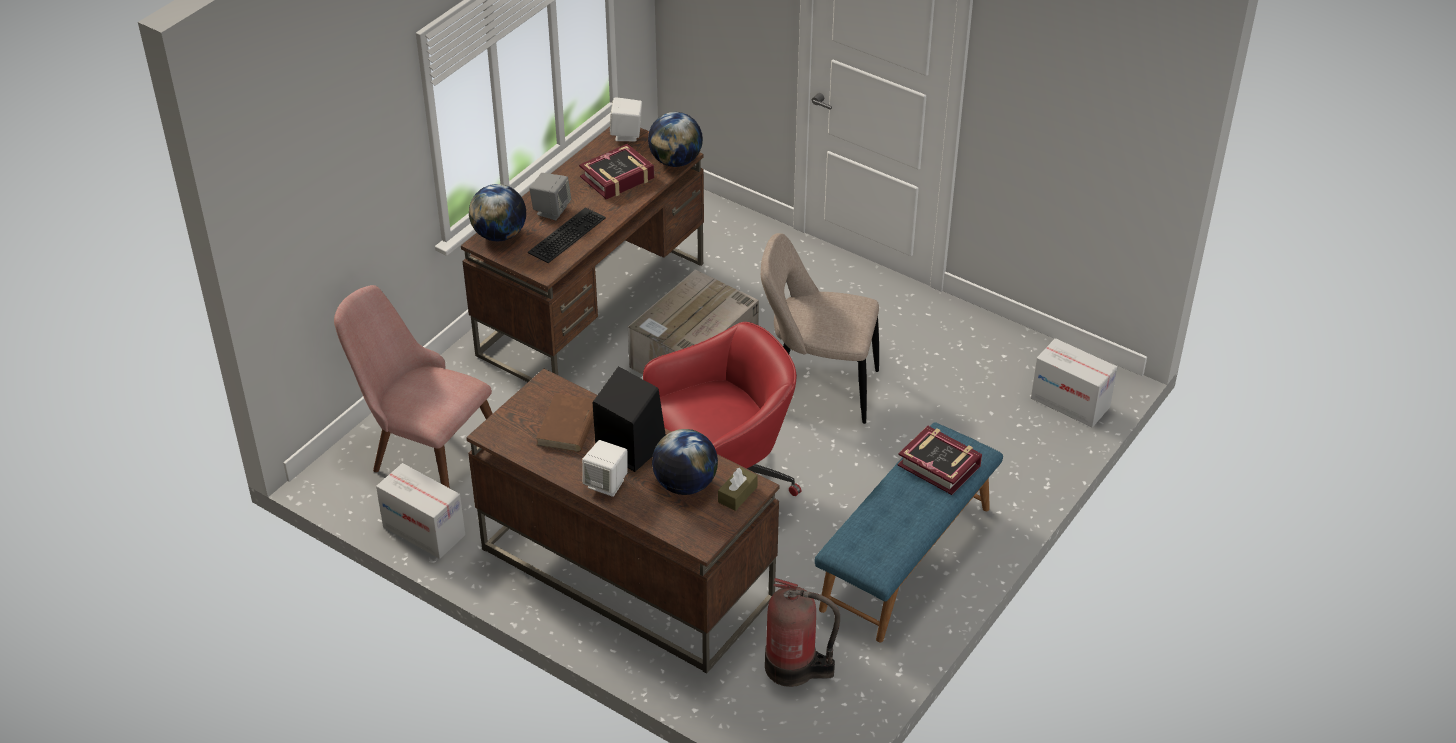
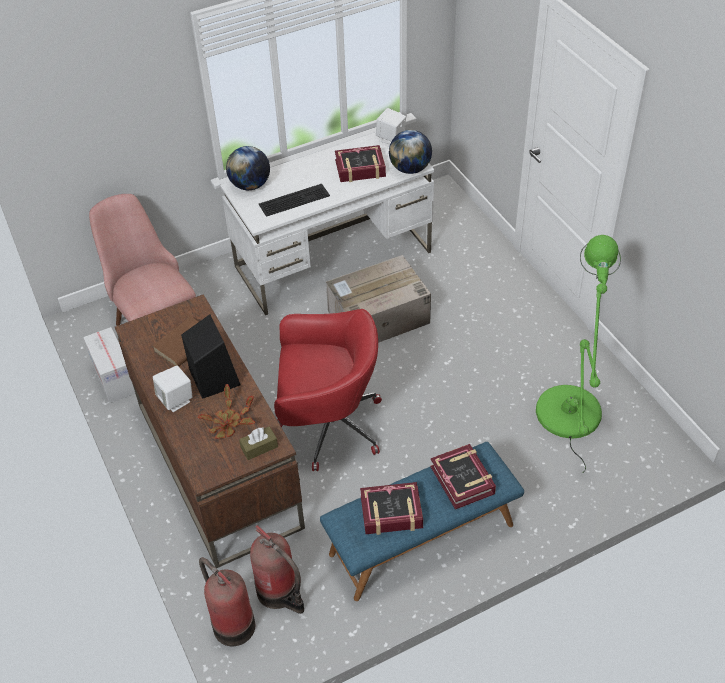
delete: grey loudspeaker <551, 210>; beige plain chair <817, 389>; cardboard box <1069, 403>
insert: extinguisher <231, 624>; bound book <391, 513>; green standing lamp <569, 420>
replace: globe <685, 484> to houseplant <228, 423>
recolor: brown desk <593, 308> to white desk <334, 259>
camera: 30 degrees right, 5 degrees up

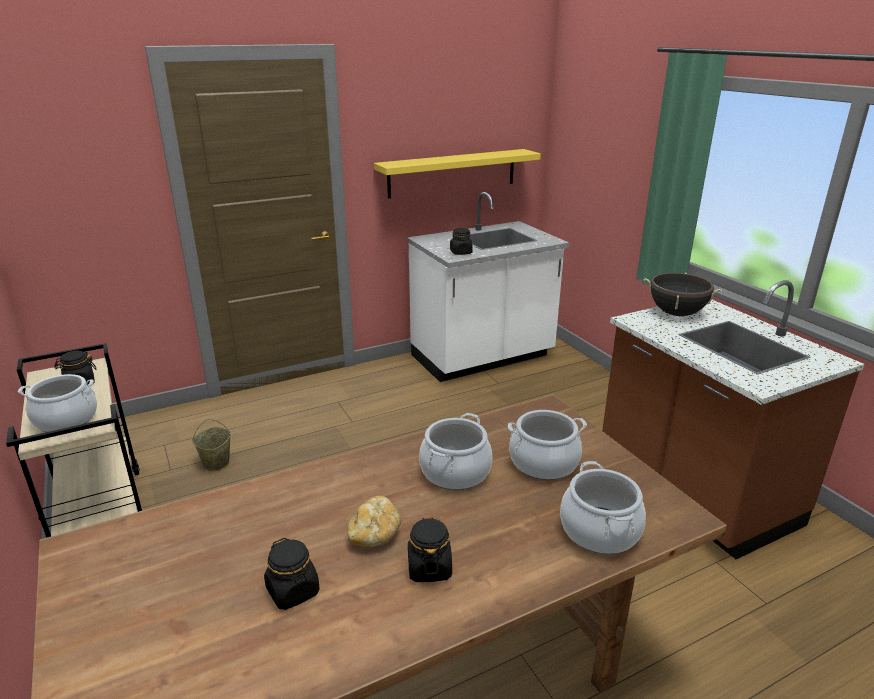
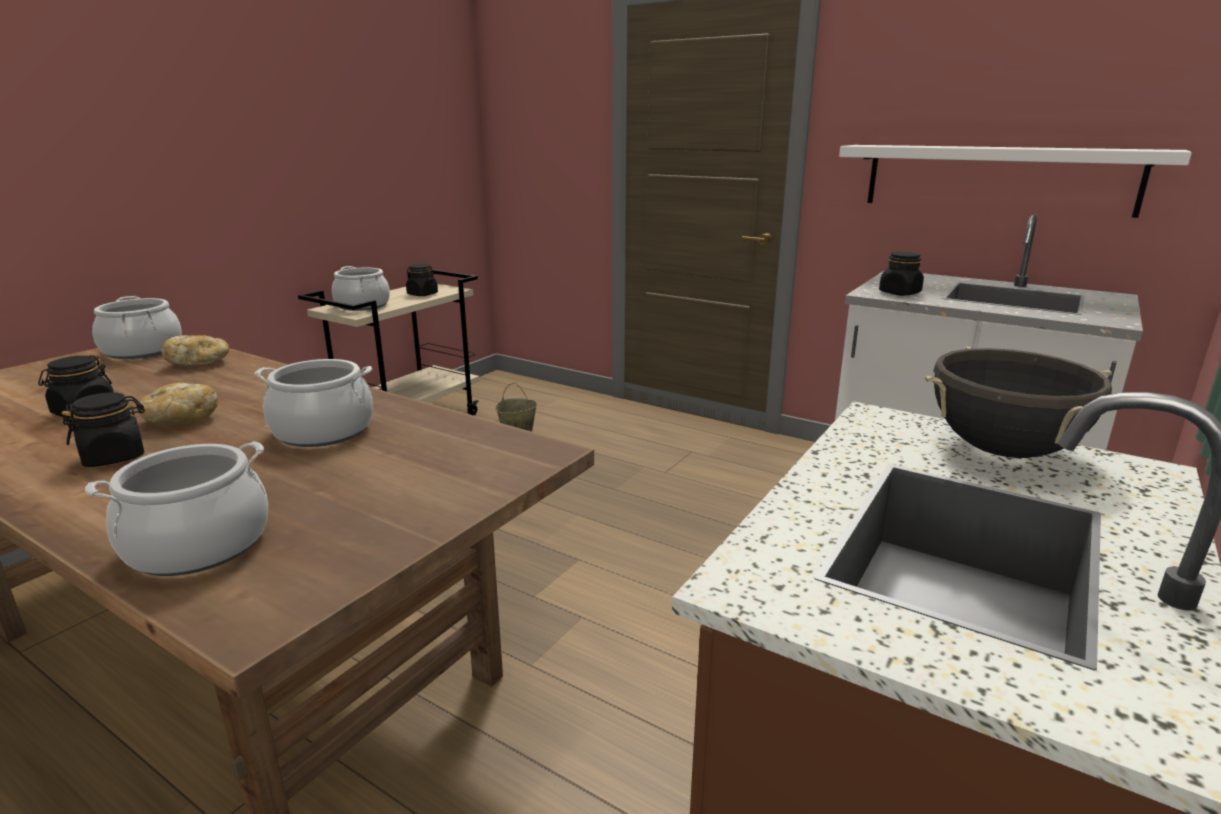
insert: baked bread <199, 363>
move: stockpot <543, 462> to <143, 350>
recolor: yellow bracket shelf <452, 173> to white bracket shelf <997, 178>
camera: 60 degrees right, 5 degrees down

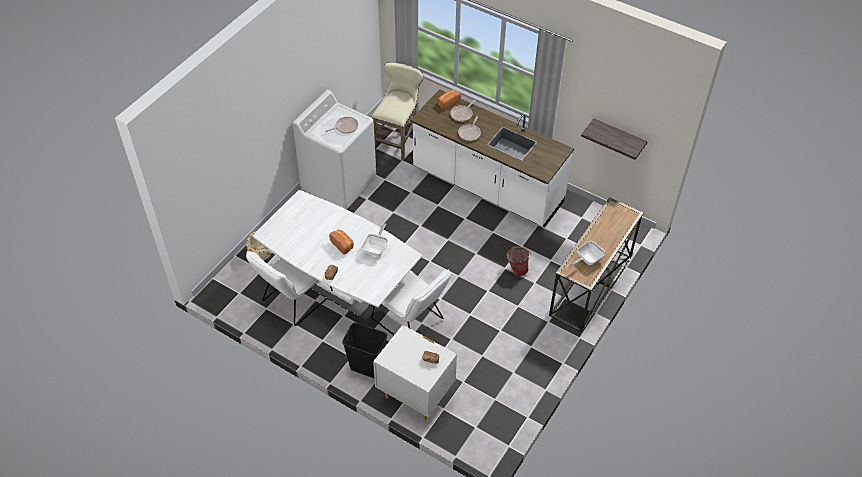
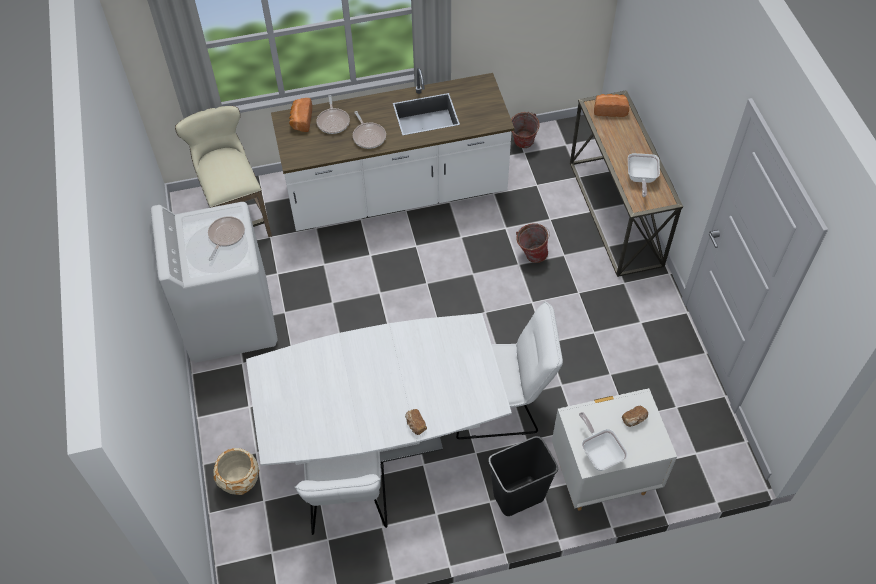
delete: bracket shelf <618, 137>
insert: pail <522, 144>
move: frying pan <376, 248> to <600, 453>; baked bread <343, 245> to <610, 110>
camera: 45 degrees left, 5 degrees up

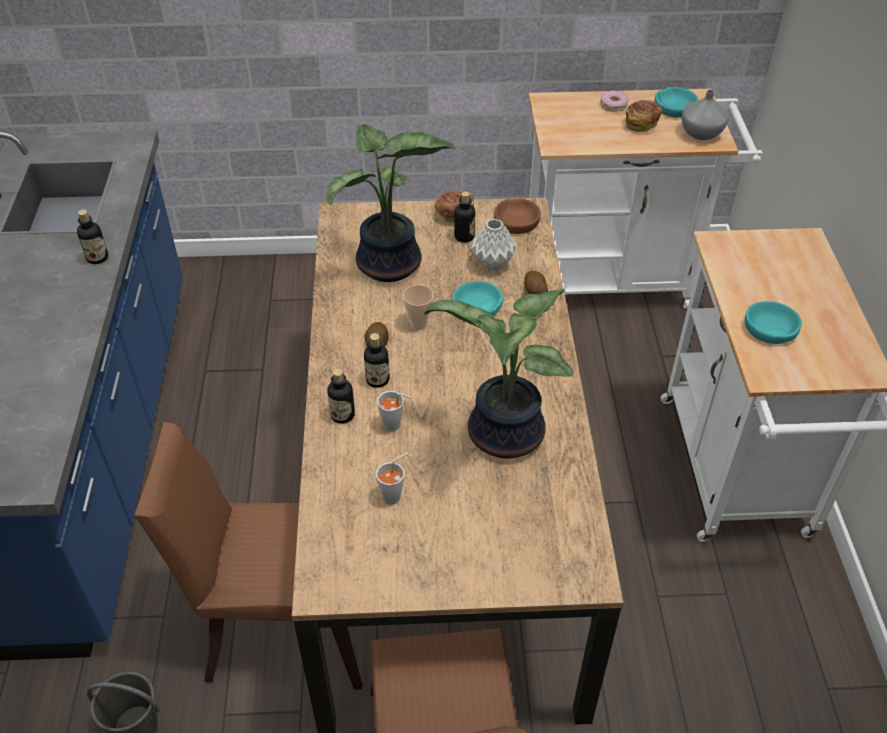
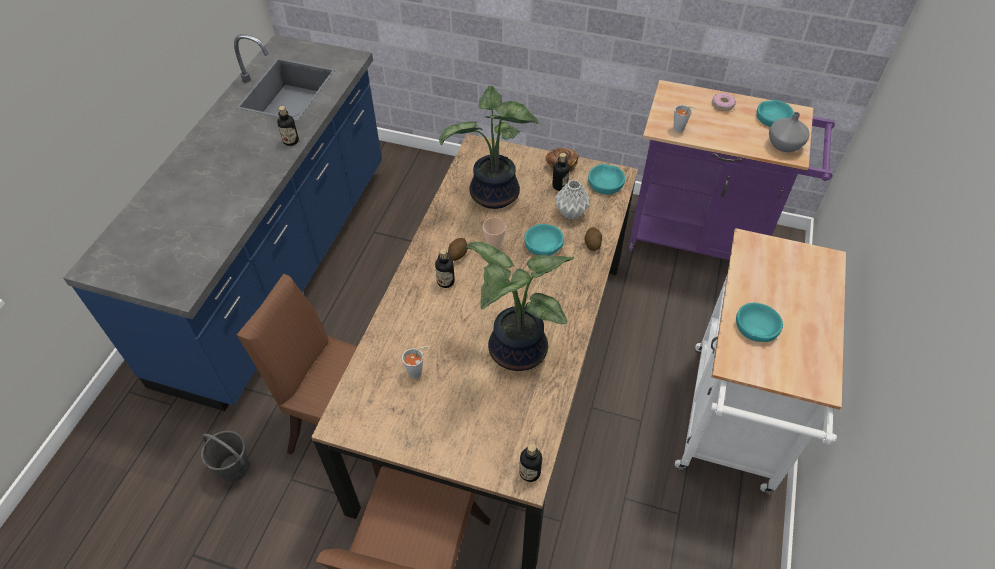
delete: baked bread <641, 124>
move: beverage bottle <342, 415> to <530, 472>; grey small cup <395, 426> to <680, 130>
recolor: brown bowl <516, 221> to blue-green bowl <605, 183>; white cart <616, 279> to purplish cart <704, 240>
camera: 20 degrees right, 5 degrees up

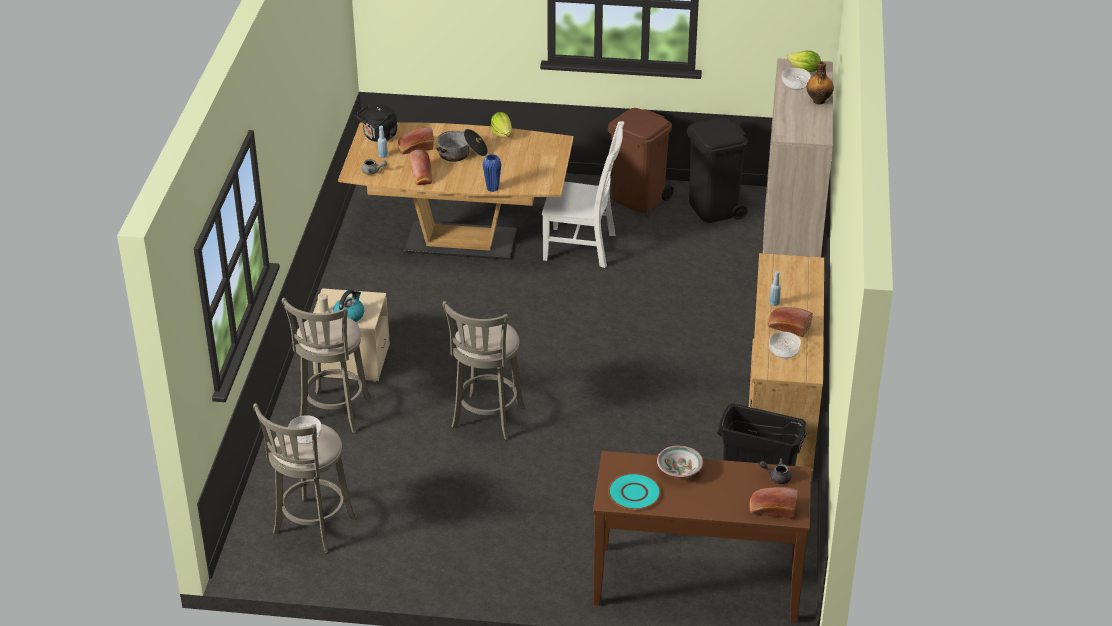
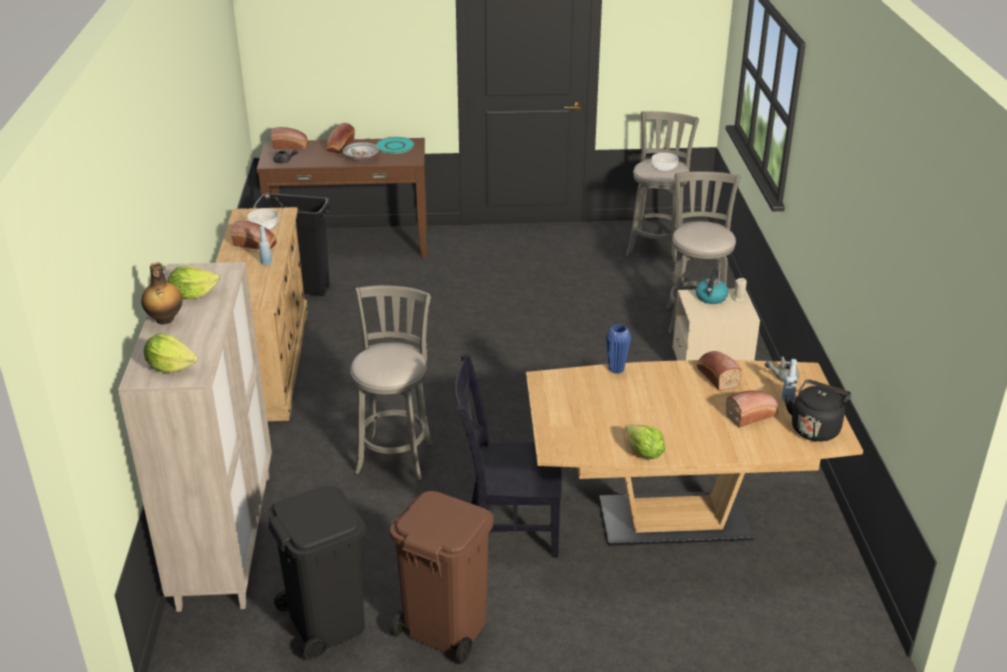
delete: stockpot <462, 154>; bowl <795, 85>
insert: lettuce <192, 295>; baked bread <340, 147>
move: grey sitting stool <487, 420> to <395, 455>
recolor: white plain chair <583, 248> to black-coloured plain chair <508, 528>
camera: 170 degrees right, 5 degrees down

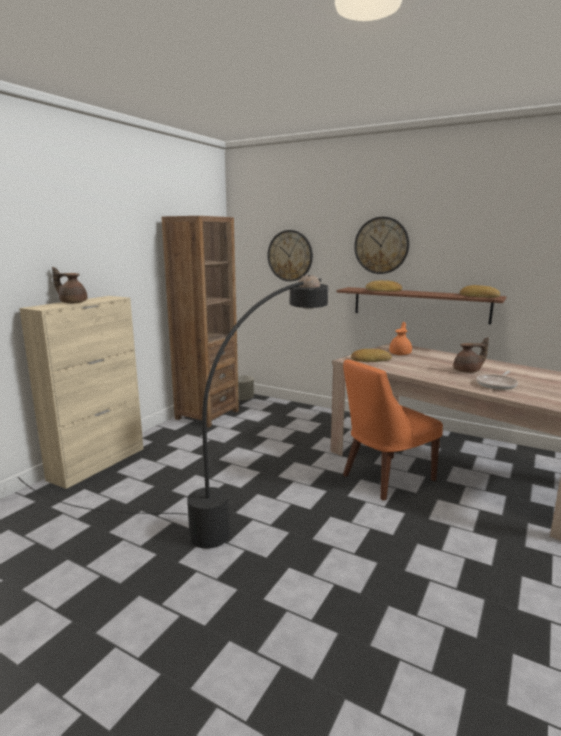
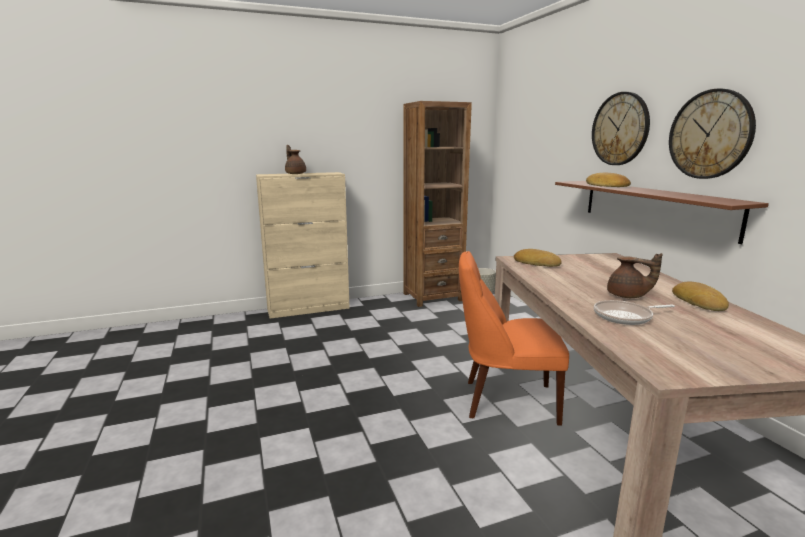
delete: black-coloured standing lamp <230, 508>; orange pot for tea <400, 354>
move: hanging clock <290, 255> to <710, 134>; baked bread <479, 296> to <699, 302>
camera: 40 degrees right, 0 degrees up

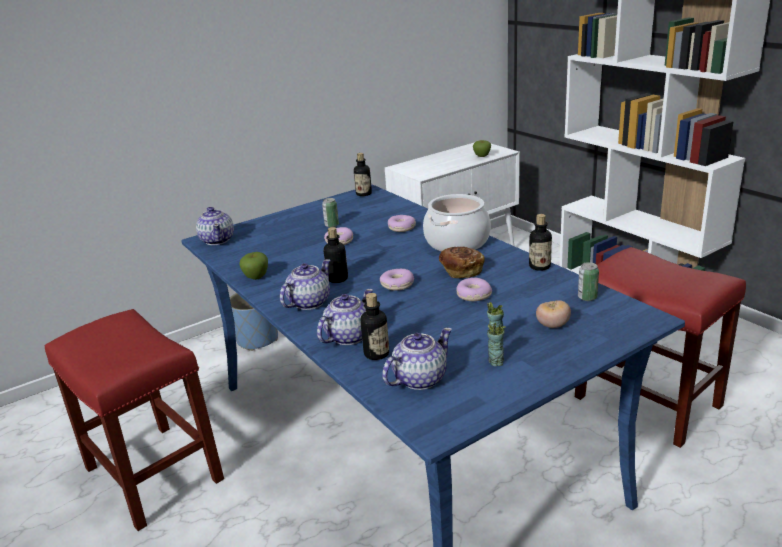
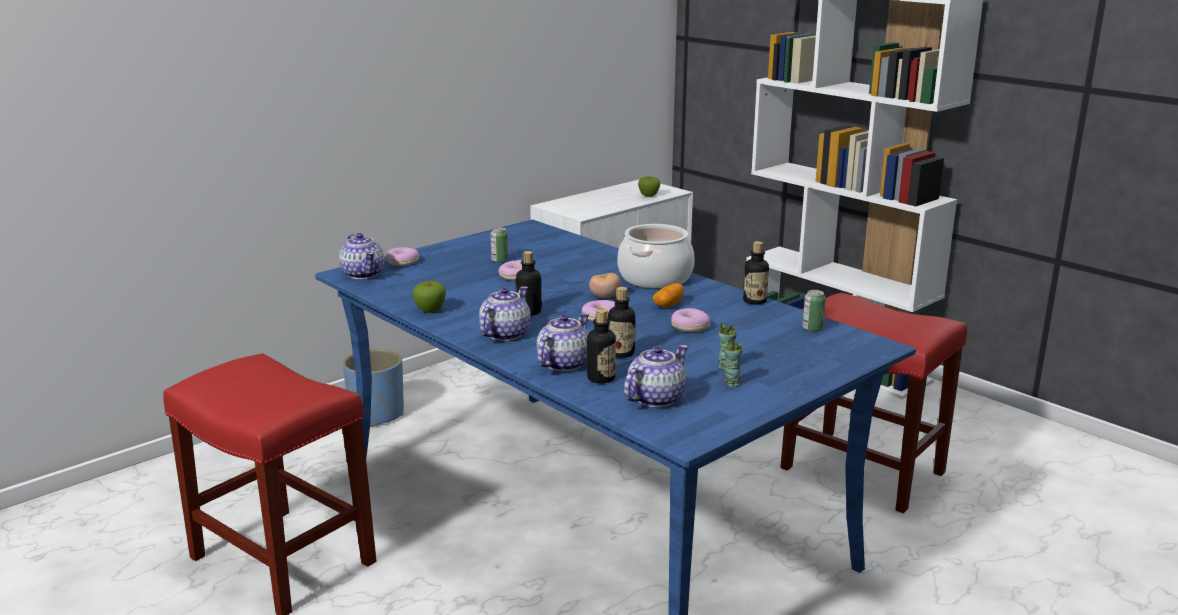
move: ring doughnut <402, 228> to <403, 262>; tomato <552, 325> to <604, 297>; beverage bottle <364, 194> to <621, 353>
replace: baked bread <461, 271> to potato <668, 305>
camera: 10 degrees left, 5 degrees down

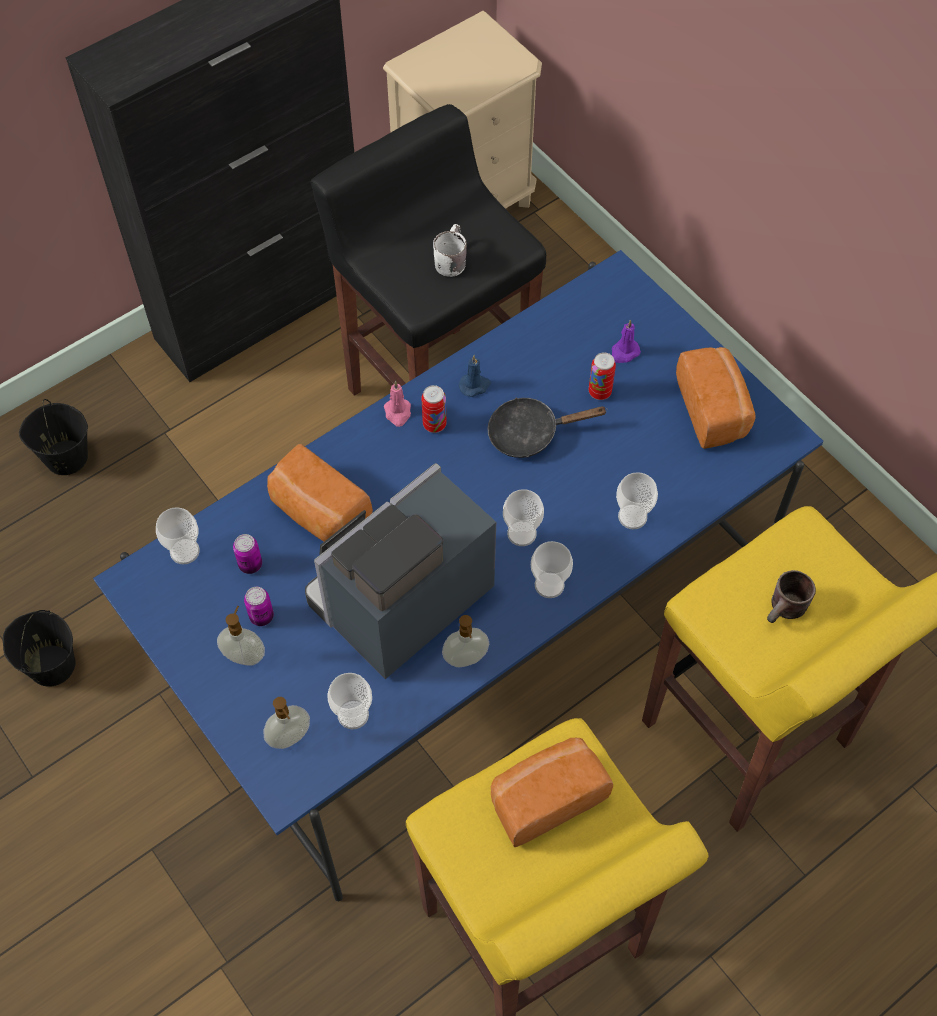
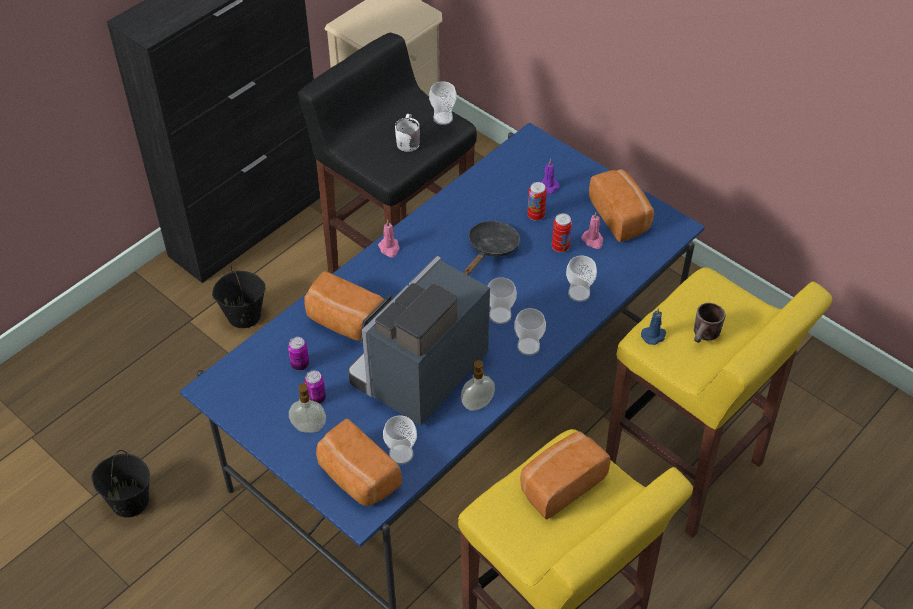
insert: pinkish wax light <593, 240>
move: black-coloured pail <66, 457> to <243, 316>; small cup <184, 551> to <443, 118>; metal can <434, 424> to <560, 247>; bluish wax light <475, 385> to <654, 335>
replace: liquid soap bottle <290, 738> to baked bread <356, 477>
rotate: black-coloured frying pan <530, 433> = <491, 249> 135 degrees clockwise
camera: 10 degrees left, 10 degrees down

